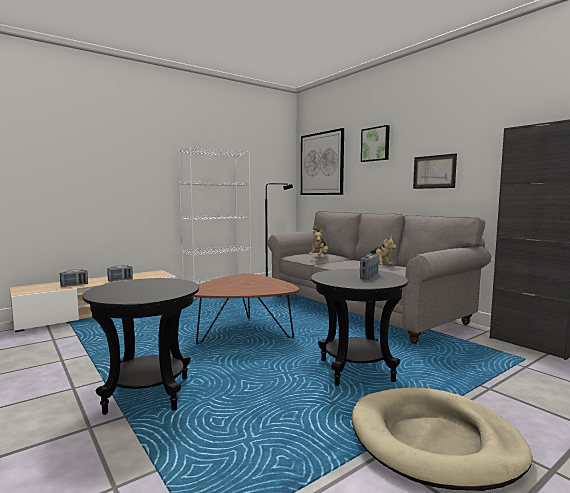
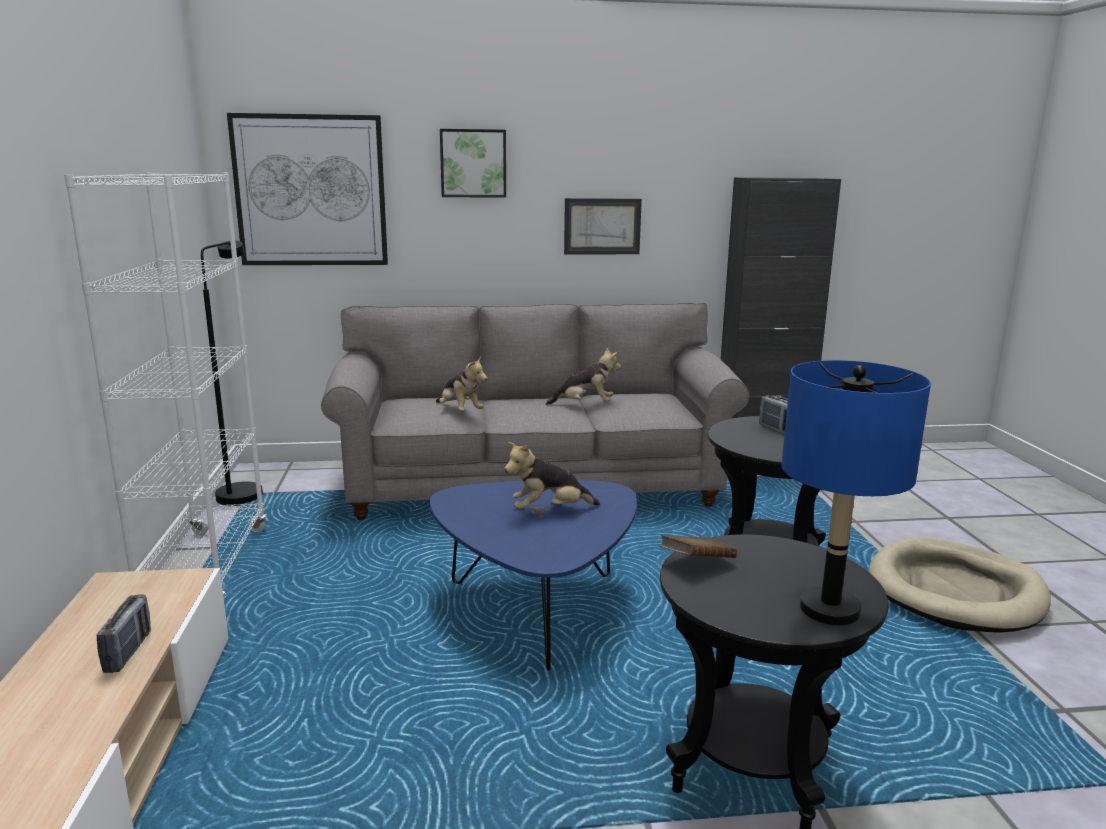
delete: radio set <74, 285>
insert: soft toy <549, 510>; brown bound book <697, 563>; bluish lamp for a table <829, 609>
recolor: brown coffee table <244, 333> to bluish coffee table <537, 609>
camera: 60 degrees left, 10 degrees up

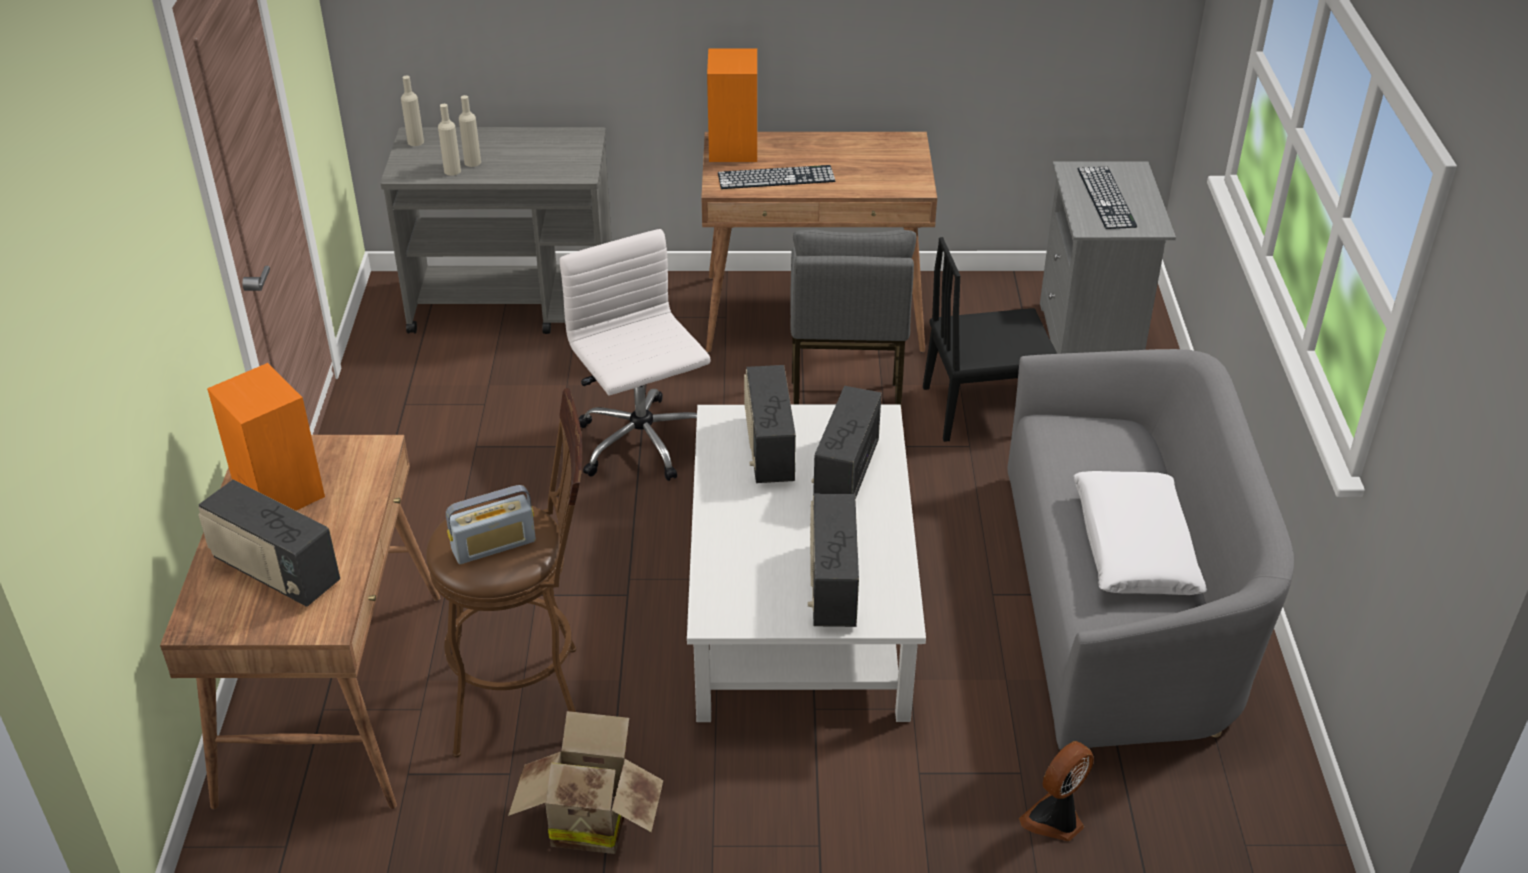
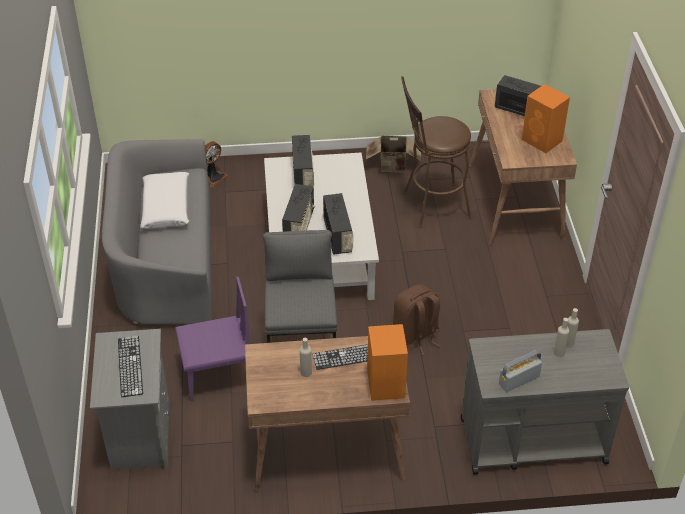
move: beige beverage bottle <415, 142> to <306, 372>; radio set <494, 545> to <519, 380>
replace: white office chair <643, 443> to brown rucksack <416, 336>
recolor: black-coloured plain chair <985, 408> to purplish plain chair <217, 374>
camera: 175 degrees right, 5 degrees up

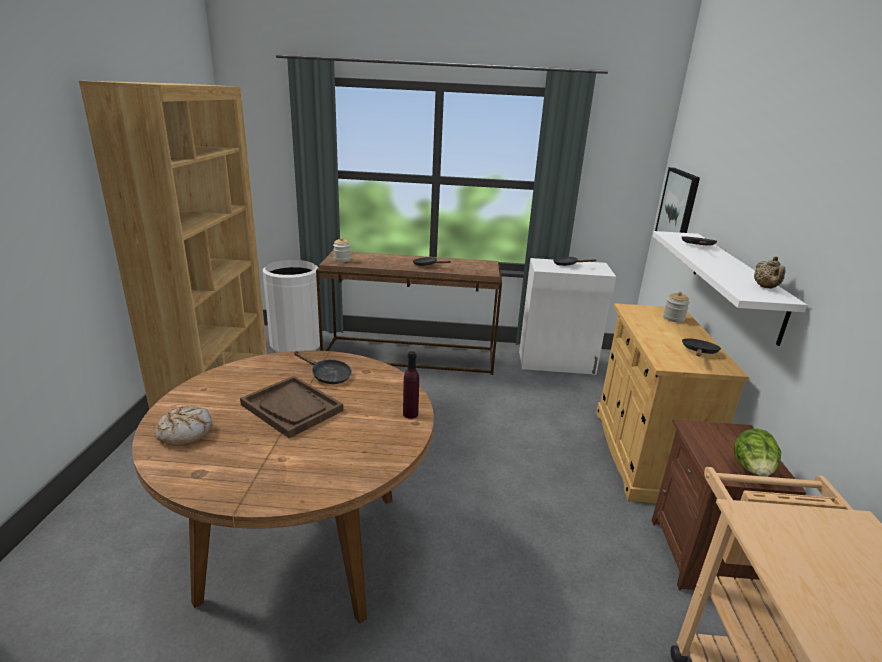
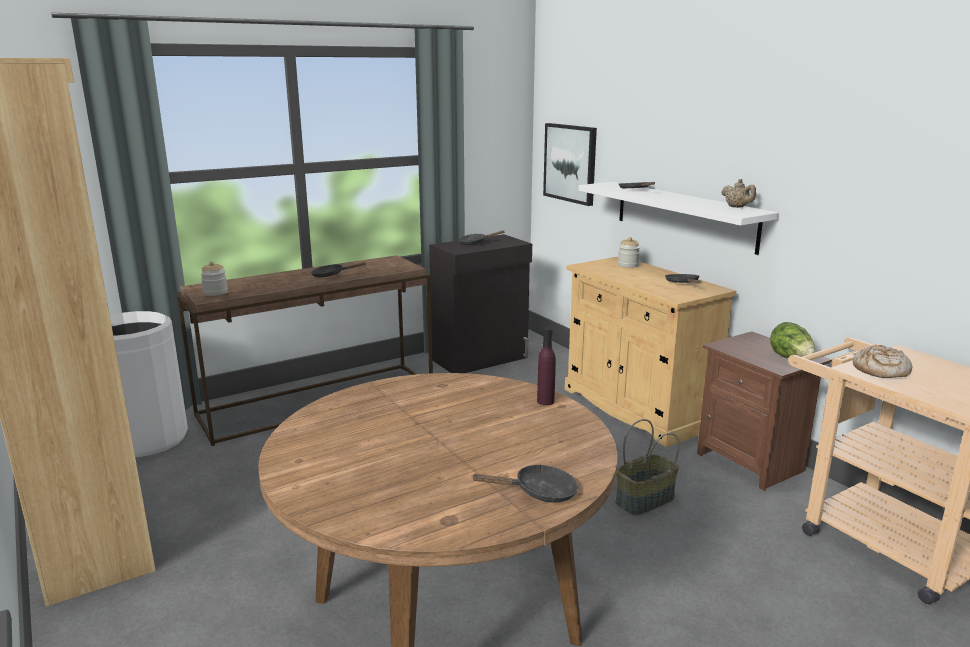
delete: brown tray <292, 408>
insert: household basket <645, 501>
move: black-coloured frying pan <328, 376> to <539, 492>; baked bread <185, 432> to <880, 370>
recolor: white cupboard <557, 363> to black-coloured cupboard <481, 359>
camera: 35 degrees left, 5 degrees down

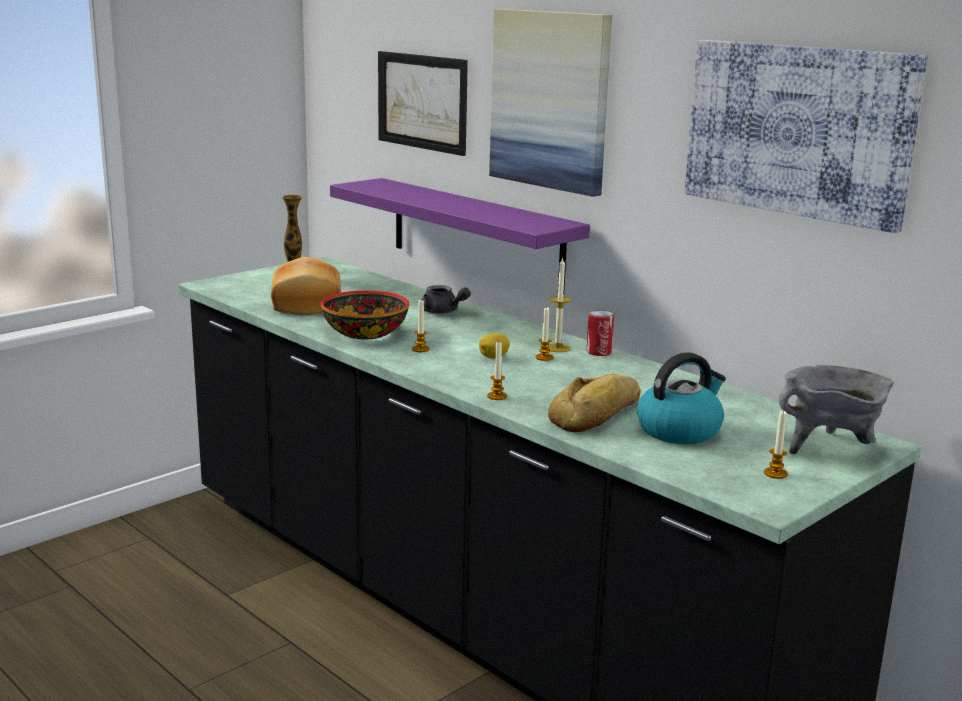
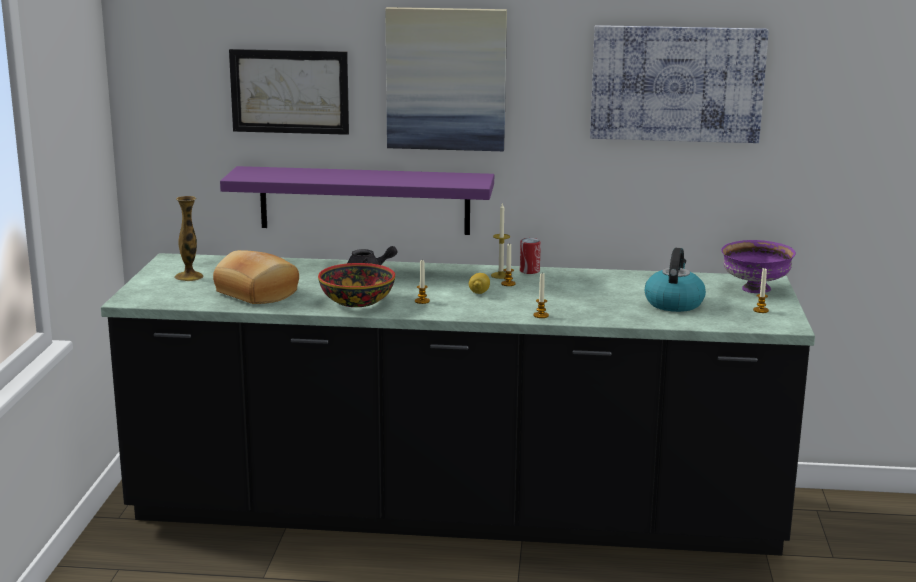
delete: baked bread <598, 413>
replace: grey stockpot <829, 448> to purplish bowl <755, 289>
camera: 40 degrees left, 0 degrees up

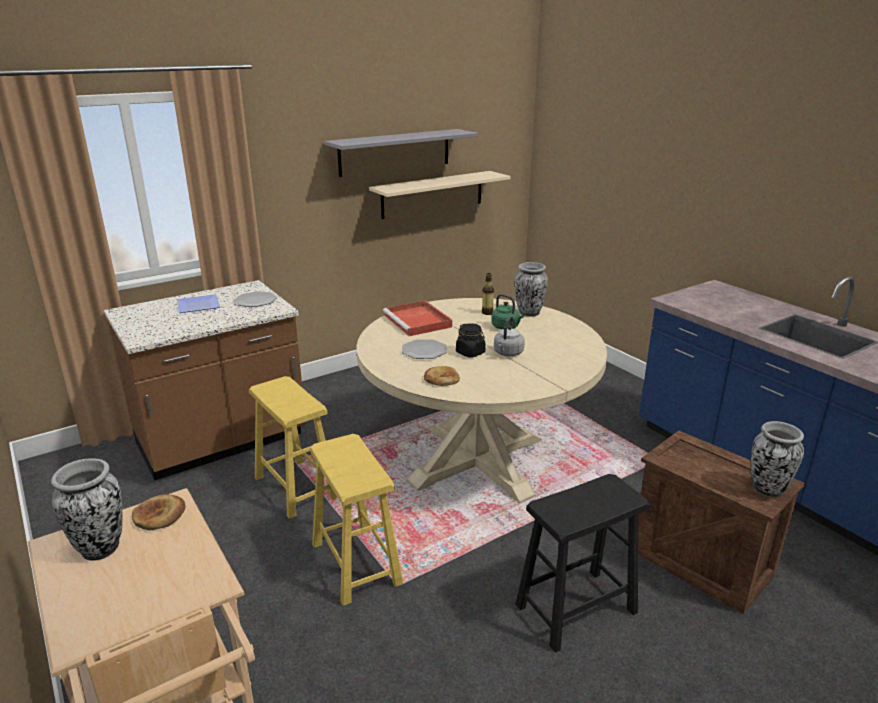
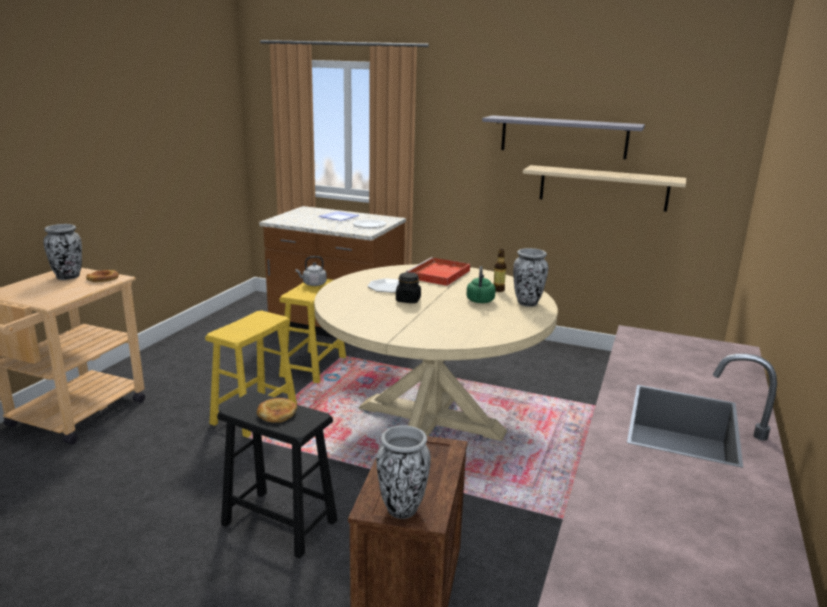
move: baked bread <441, 379> to <277, 413>; grey kettle <507, 353> to <313, 284>
camera: 55 degrees right, 5 degrees down

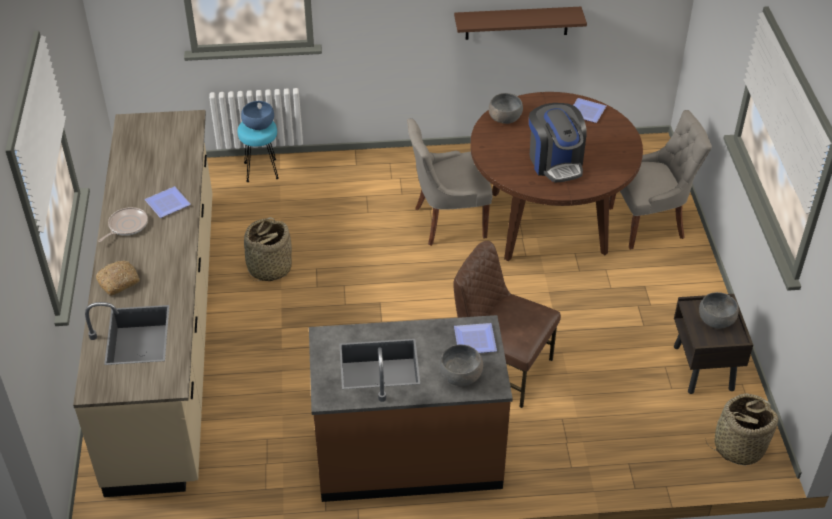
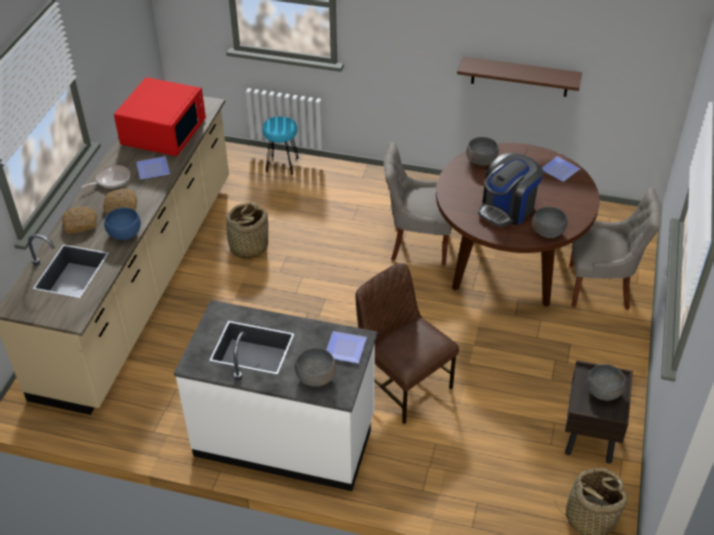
insert: baked bread <120, 206>; red microwave oven <164, 132>; grey bowl <547, 231>
move: bluish bowl <258, 125> to <124, 233>
recolor: brown kitchen base unit <408, 454> to white kitchen base unit <285, 436>
rotate: coffee brewer <555, 162> = <507, 209> 45 degrees clockwise
camera: 20 degrees right, 0 degrees up

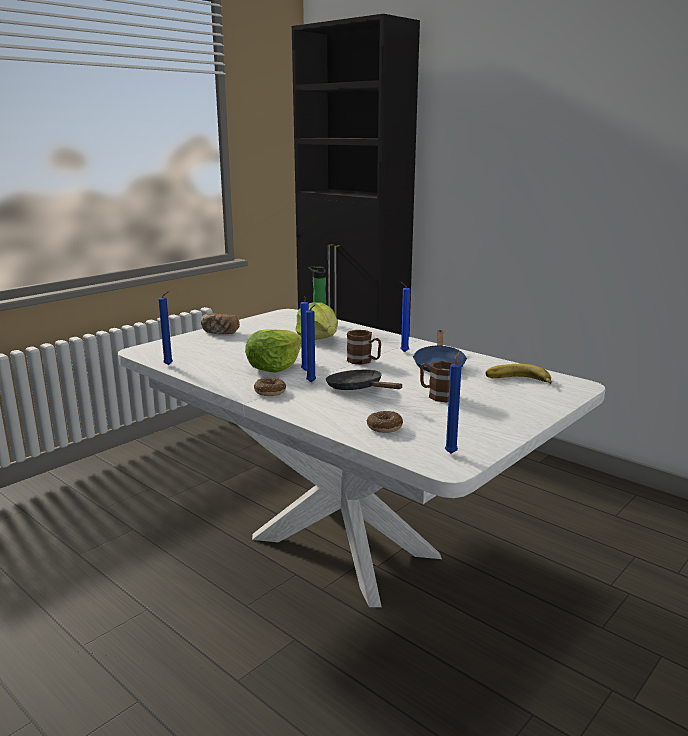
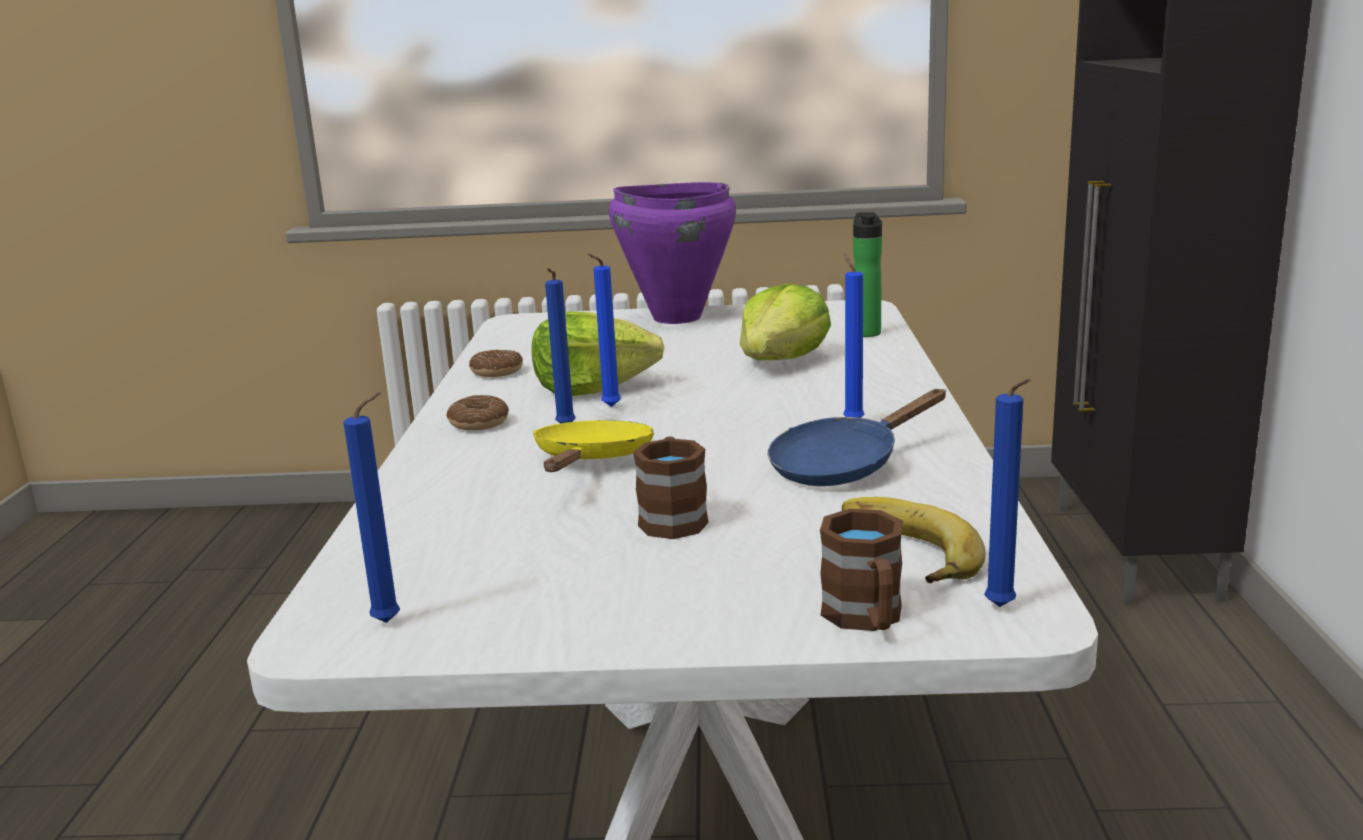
move: ring doughnut <384, 427> to <497, 372>; brown tea mug <364, 361> to <867, 619>; bluish wax light <169, 365> to <1002, 609>
replace: baked bread <220, 332> to purplish stockpot <676, 317>
recolor: black-coloured frying pan <358, 389> to yellow frying pan <591, 461>
camera: 50 degrees right, 0 degrees up

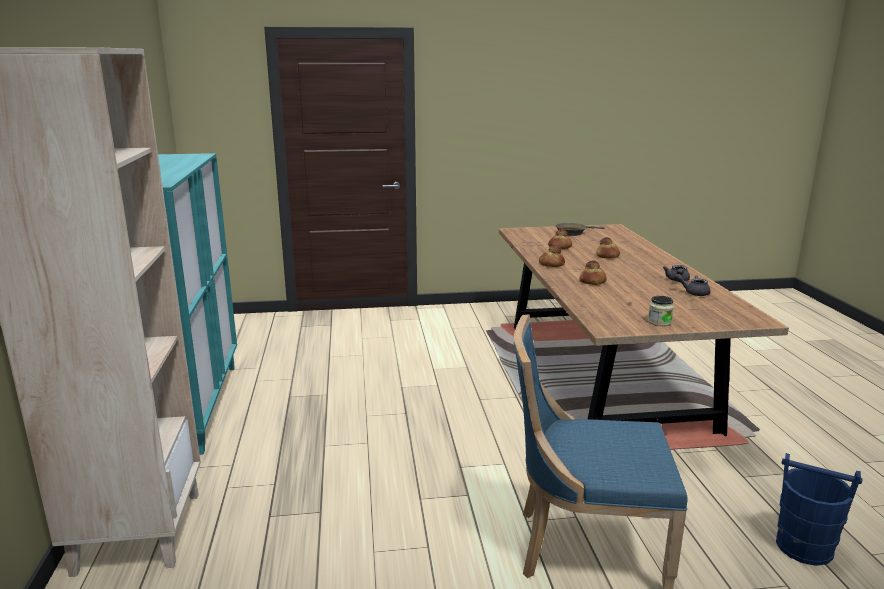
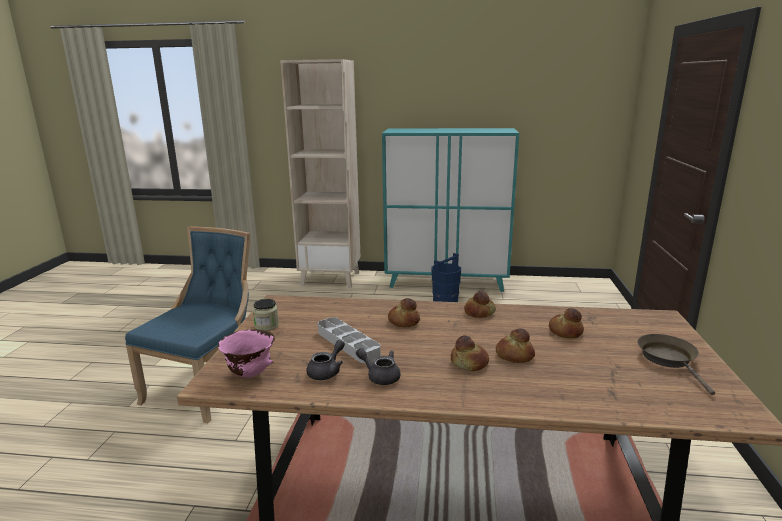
insert: pinkish bowl <250, 374>; grey tray <348, 343>; baked bread <469, 362>
move: bluish pail <804, 547> to <445, 301>
camera: 105 degrees right, 0 degrees up

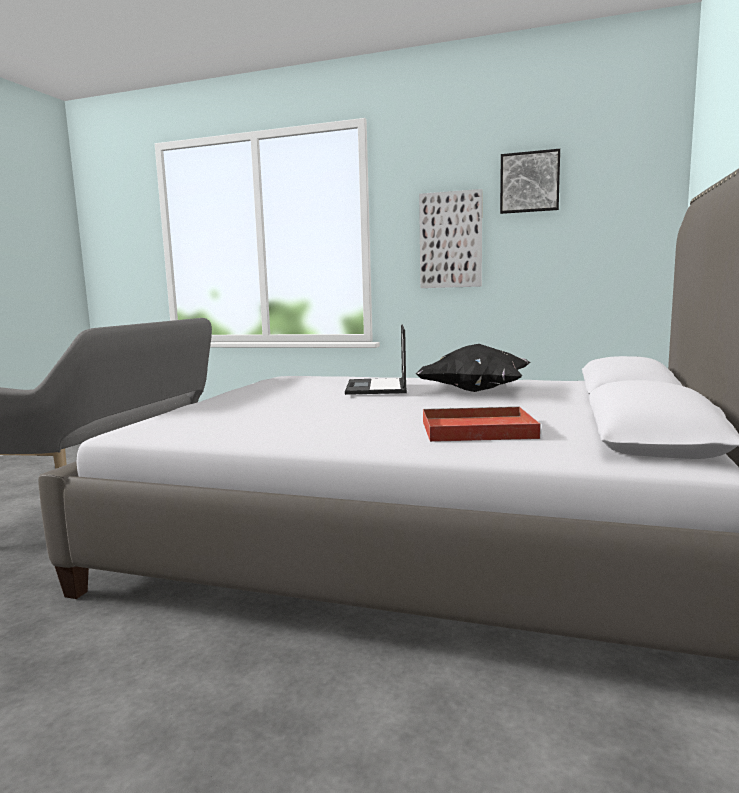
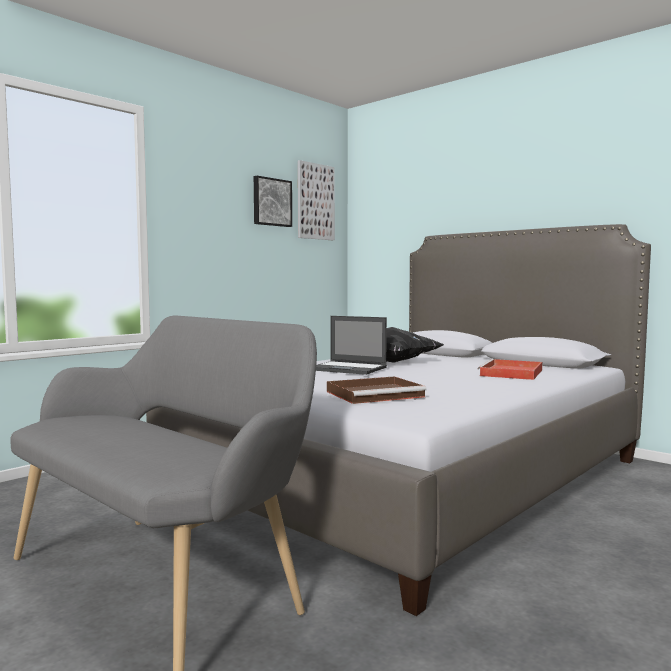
insert: brown tray <376, 394>
move: wall picture <450, 240> to <315, 201>
camera: 65 degrees left, 5 degrees down

